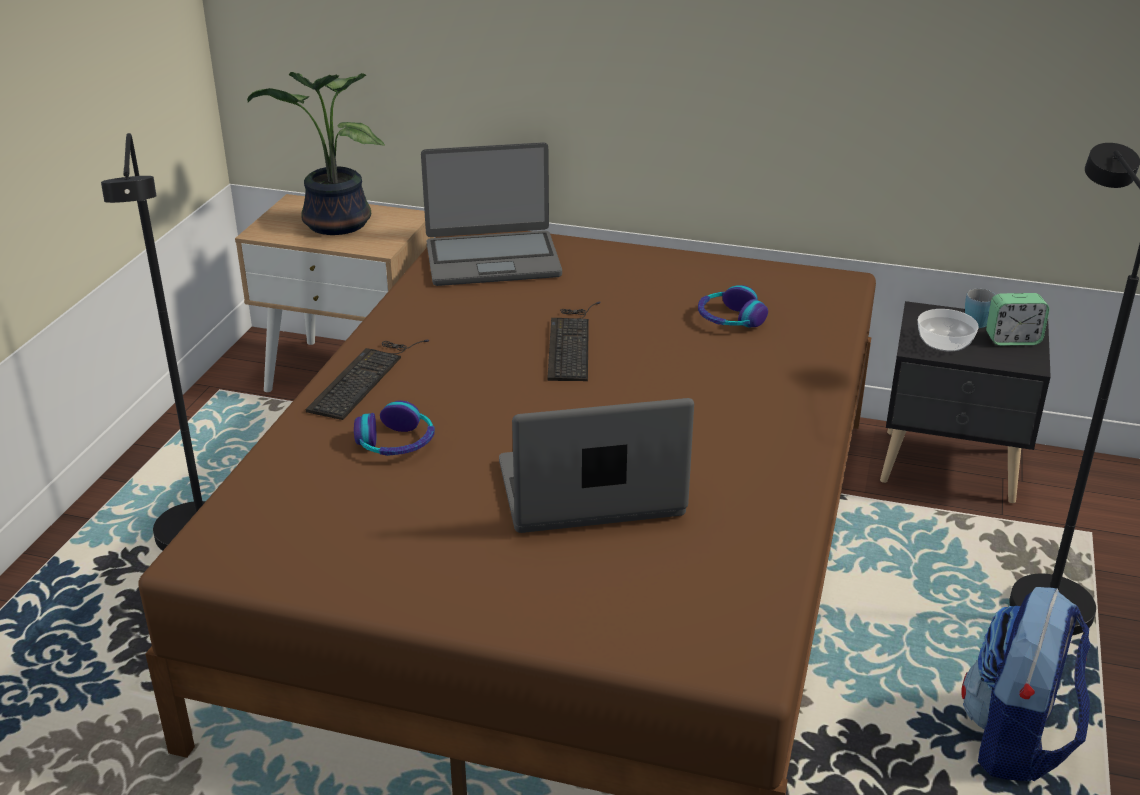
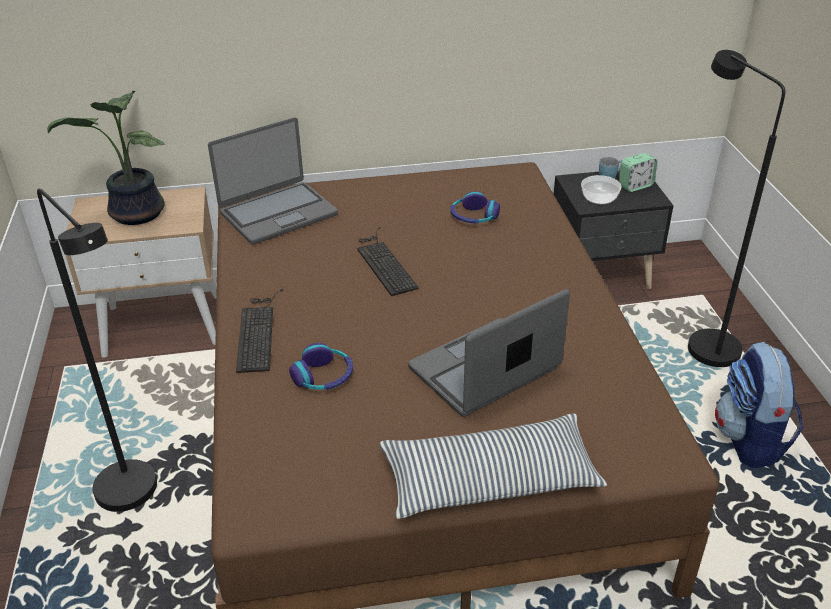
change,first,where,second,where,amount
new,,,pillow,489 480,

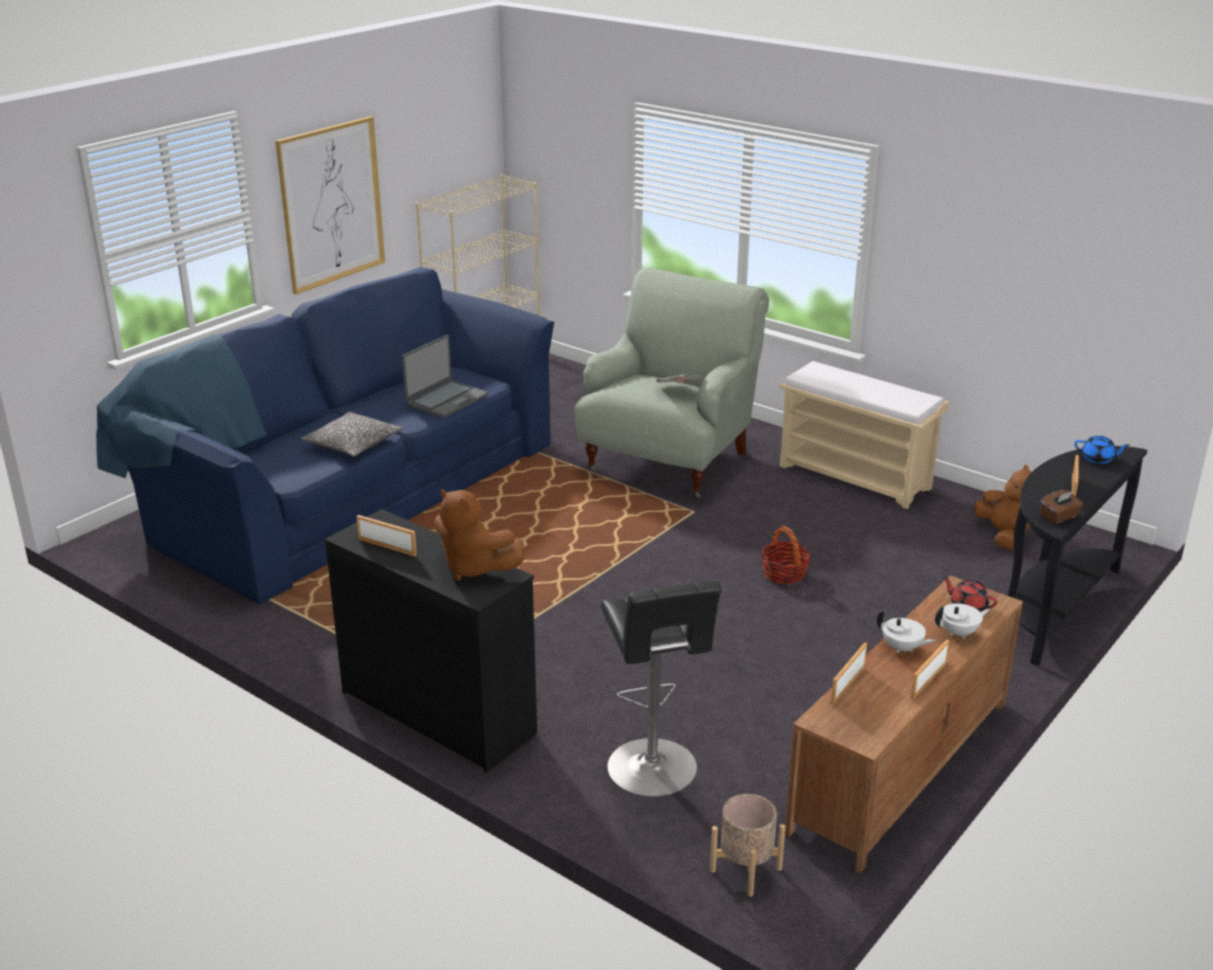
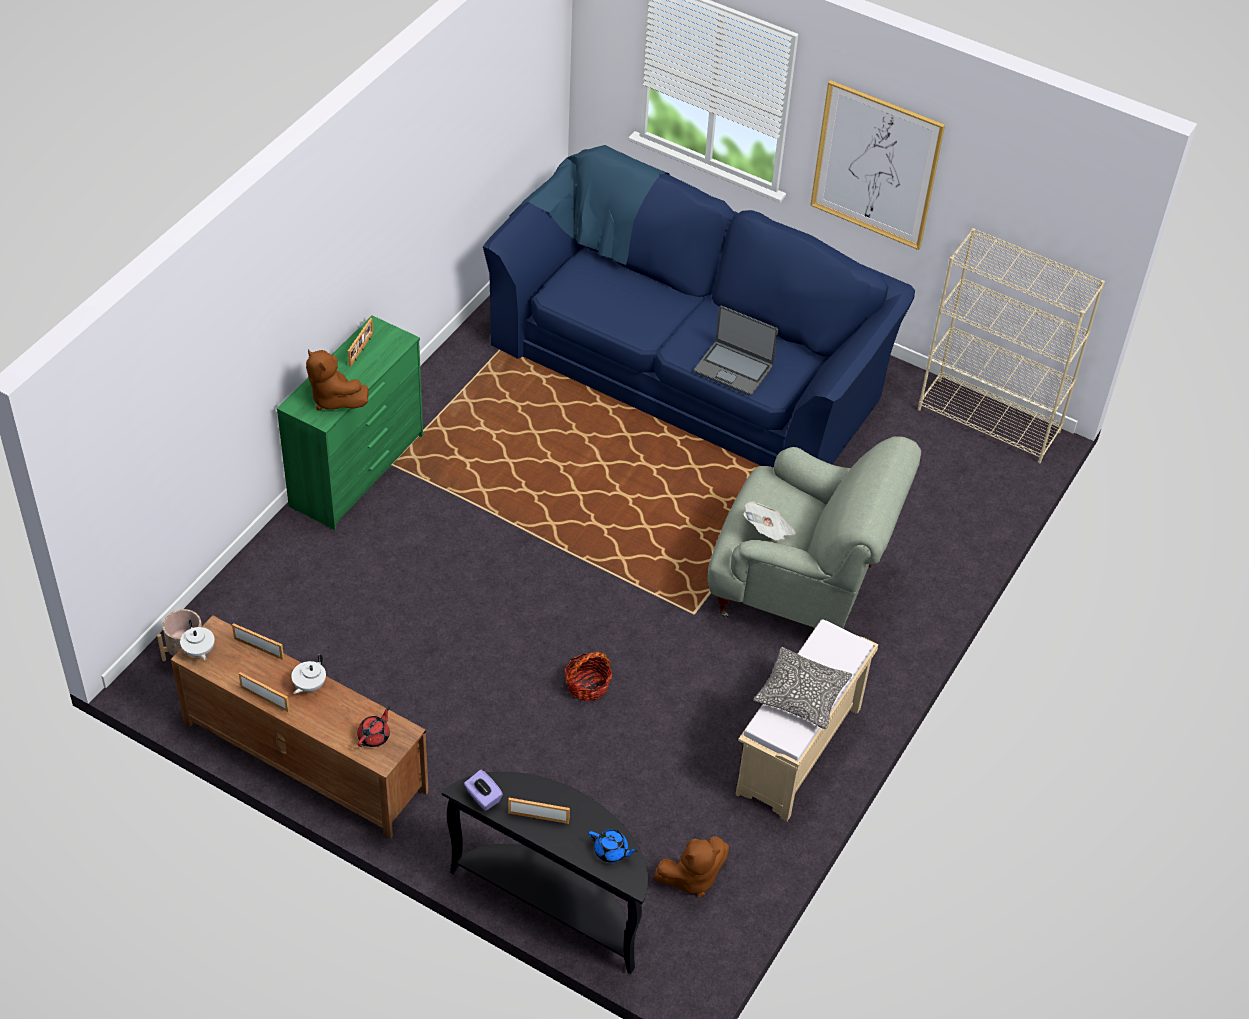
change,first,where,second,where,amount
shifted,white teapot,959 633,,199 651,
repainted,black dresser,439 713,green dresser,358 471,
rotated,brown plush toy,474 568,,333 399,75 degrees counterclockwise
repainted,brown tissue box,1059 517,purple tissue box,483 797,
rotated,blue teapot,1098 459,,611 851,75 degrees counterclockwise
shifted,pillow,353 444,,801 695,
gone,black stool,654 771,,,

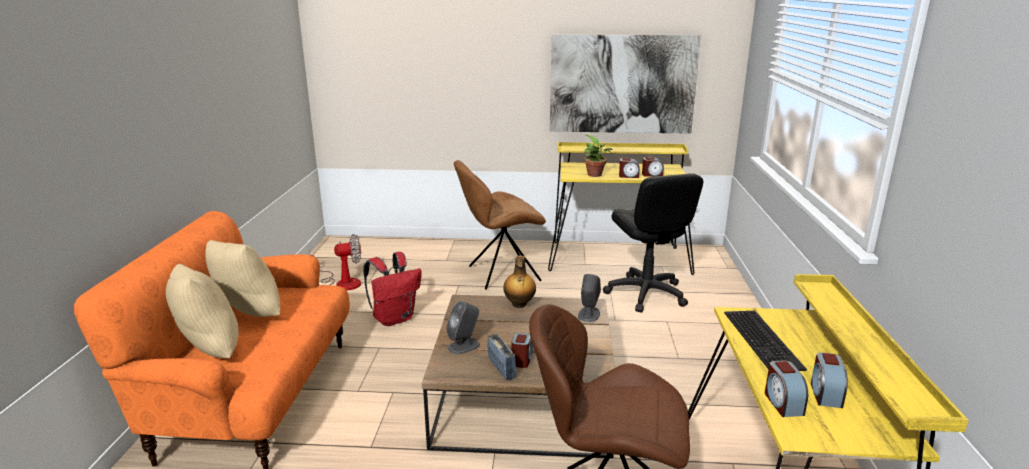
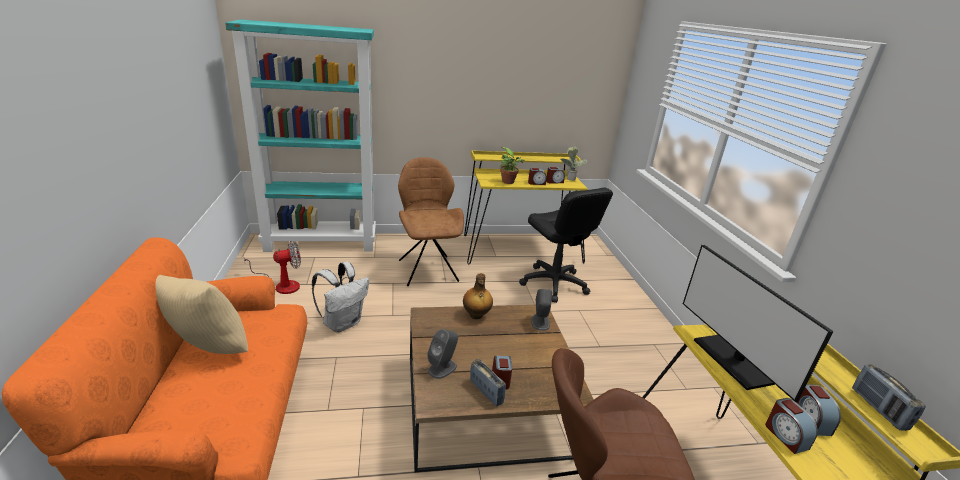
change,first,where,second,where,amount
new,,,turquoise bookcase,322 243,
repainted,red backpack,394 318,white backpack,342 323,
rotated,brown chair,501 274,,427 269,105 degrees clockwise
new,,,potted plant,570 178,
swapped,keyboard,764 340,monitor,732 361,
new,,,radio,878 409,
gone,beige pillow,208 351,,,
gone,picture,622 84,,,

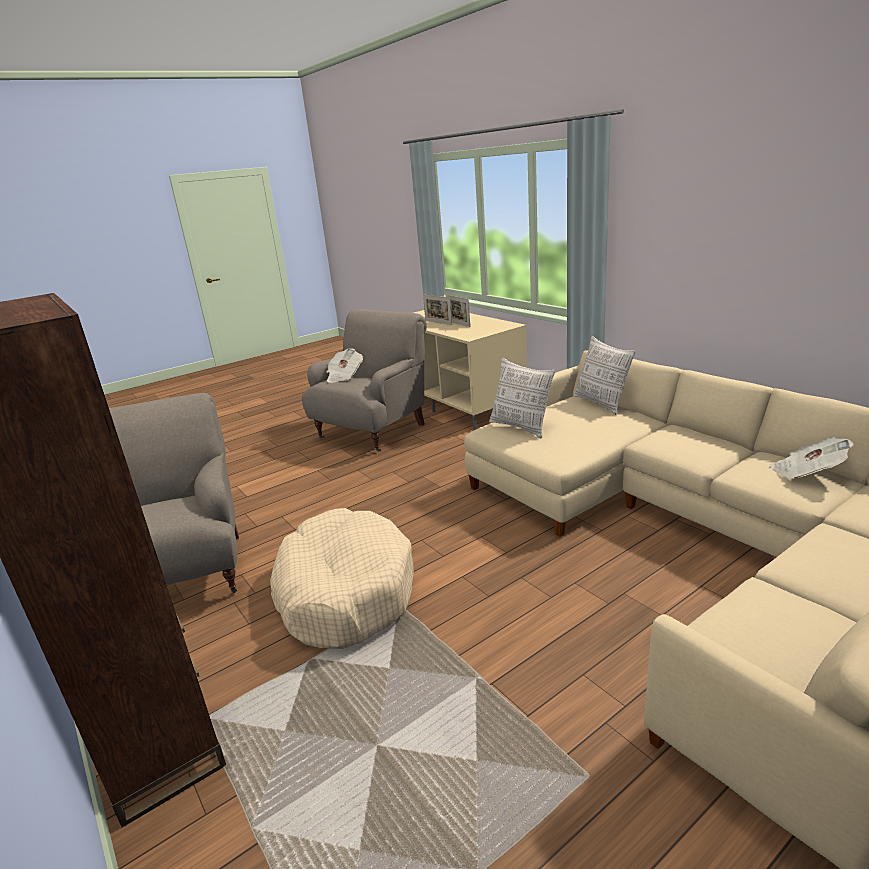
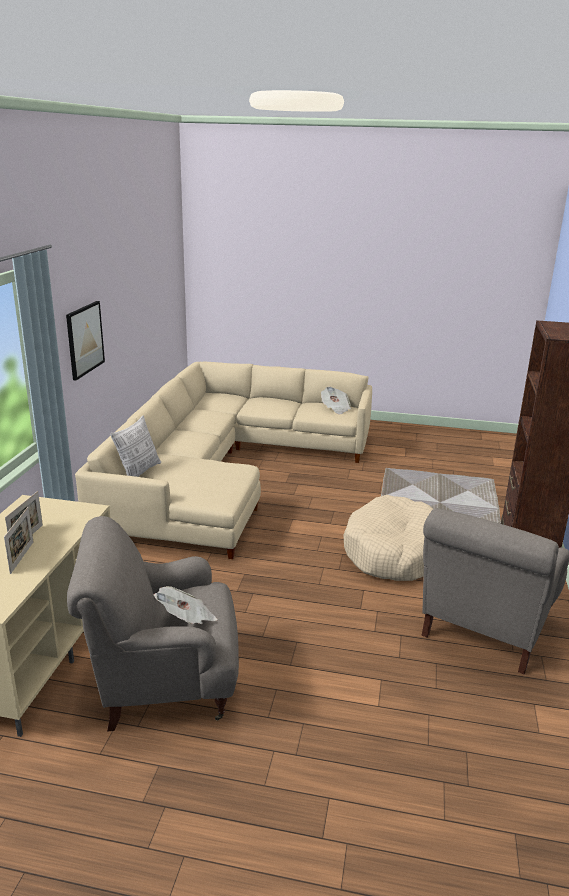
change,first,where,second,where,amount
new,,,picture,85 339,
shifted,newspaper,806 473,,335 408,
gone,pillow,521 427,,,

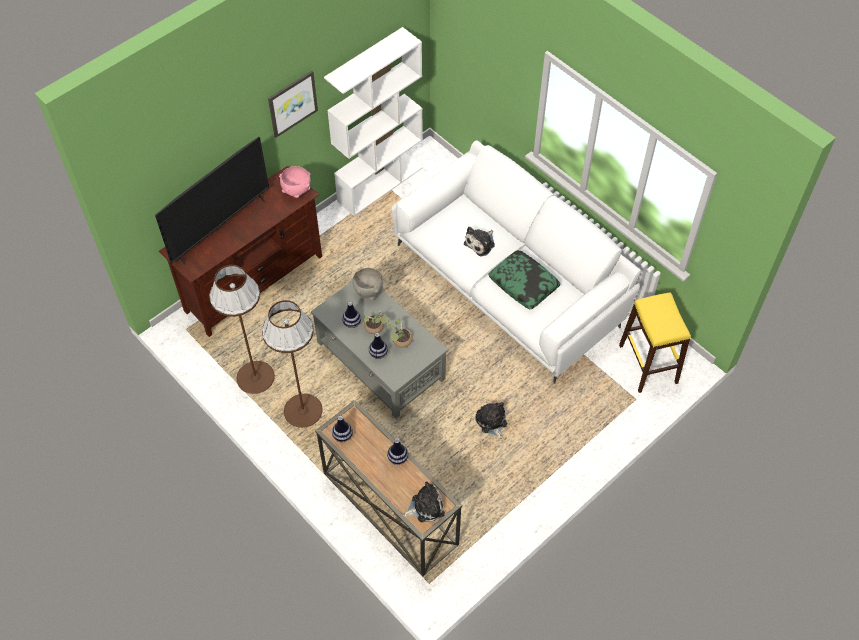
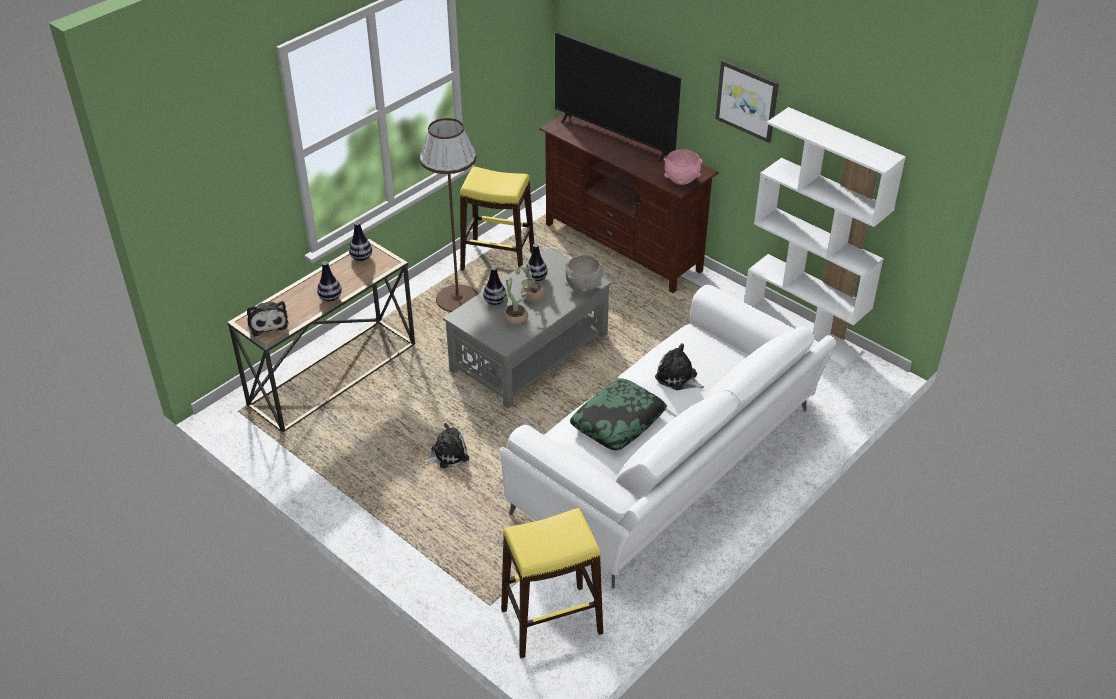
change,first,where,second,where,amount
swapped,brown floor lamp,255 377,yellow stool,498 261,

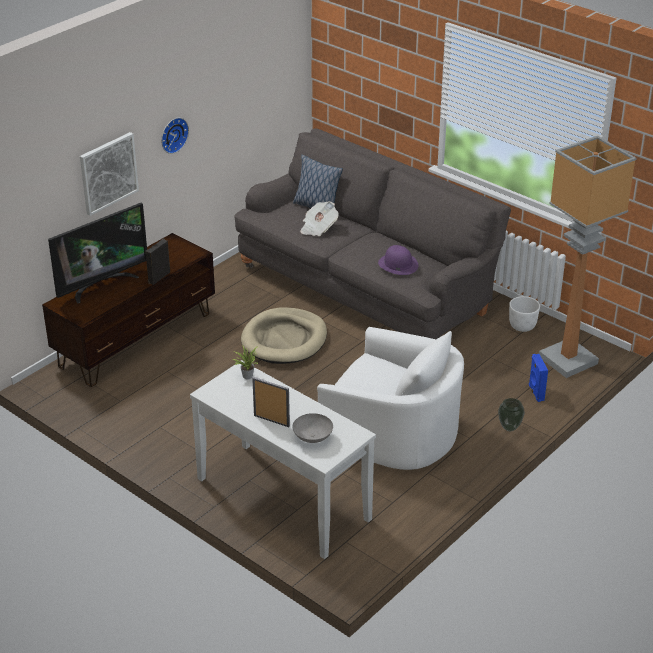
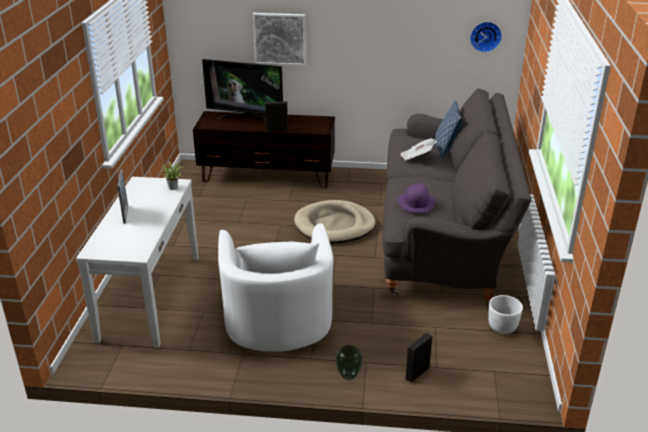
change,first,where,second,where,amount
repainted,blue speaker,535 393,black speaker,416 373,
shifted,wall clock,173 134,,485 36,
gone,grey bowl,313 438,,,
gone,floor lamp,569 360,,,

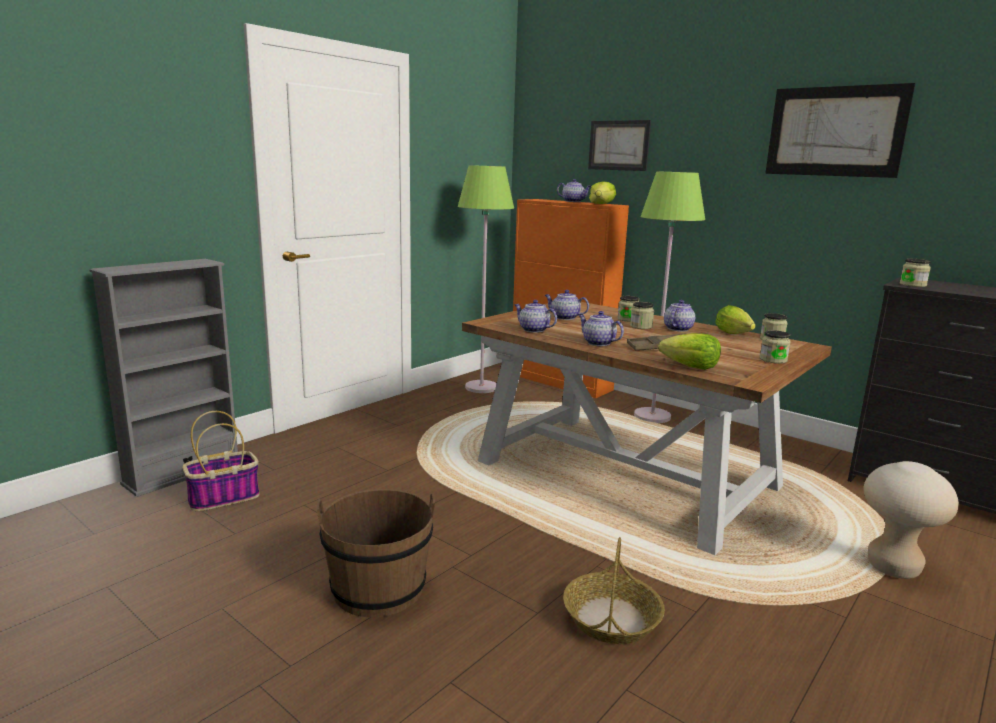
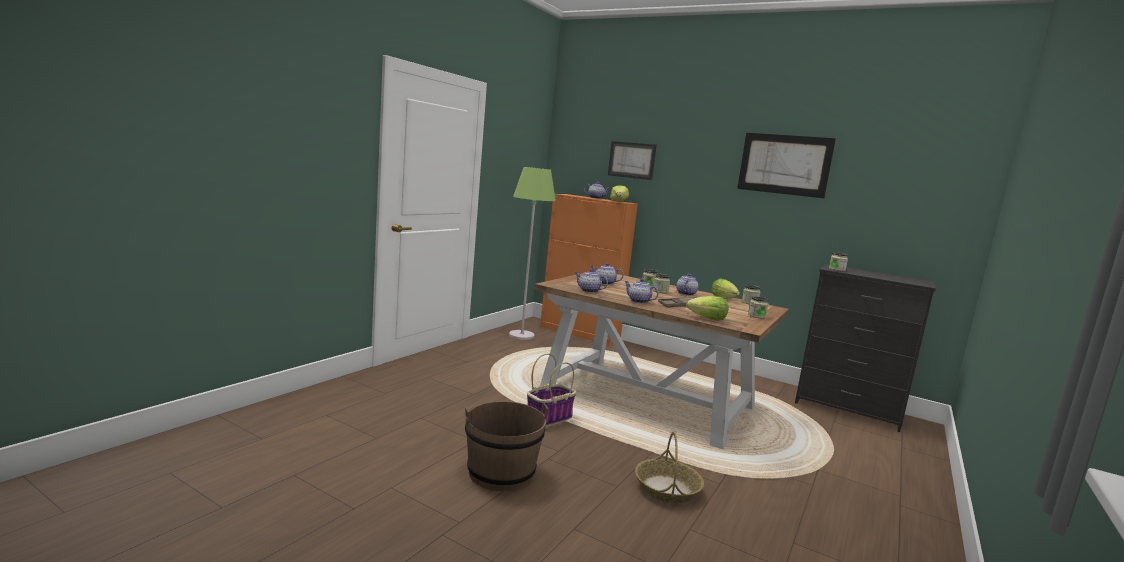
change,first,where,second,where,amount
shifted,basket,224 497,,549 418,
gone,grey bookcase,183 472,,,
gone,green floor lamp,652 416,,,
gone,beige stool,893 567,,,

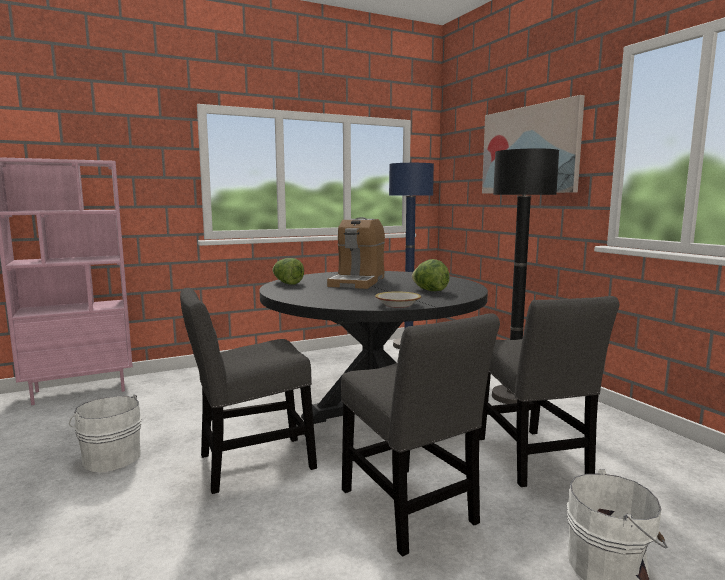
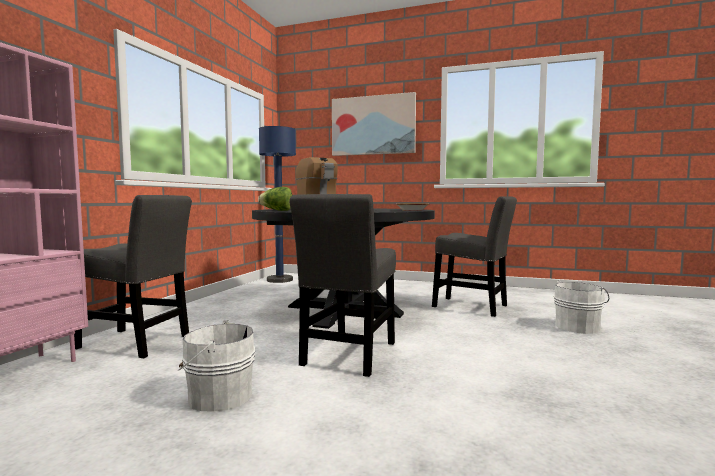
change,first,where,second,where,amount
shifted,grey chair,410 511,,137 343,
gone,lettuce,430 290,,,
gone,black floor lamp,513 397,,,

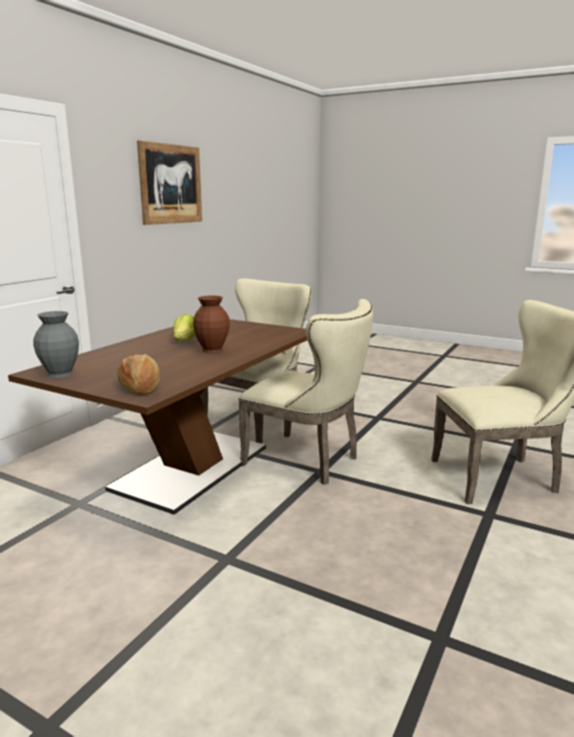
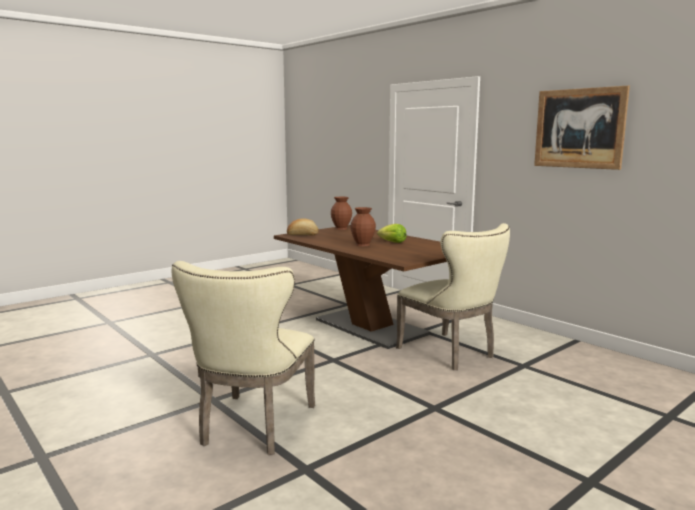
change,first,where,second,where,amount
repainted,grey vase,59 374,brown vase,341 228,
gone,beige chair,308 461,,,

